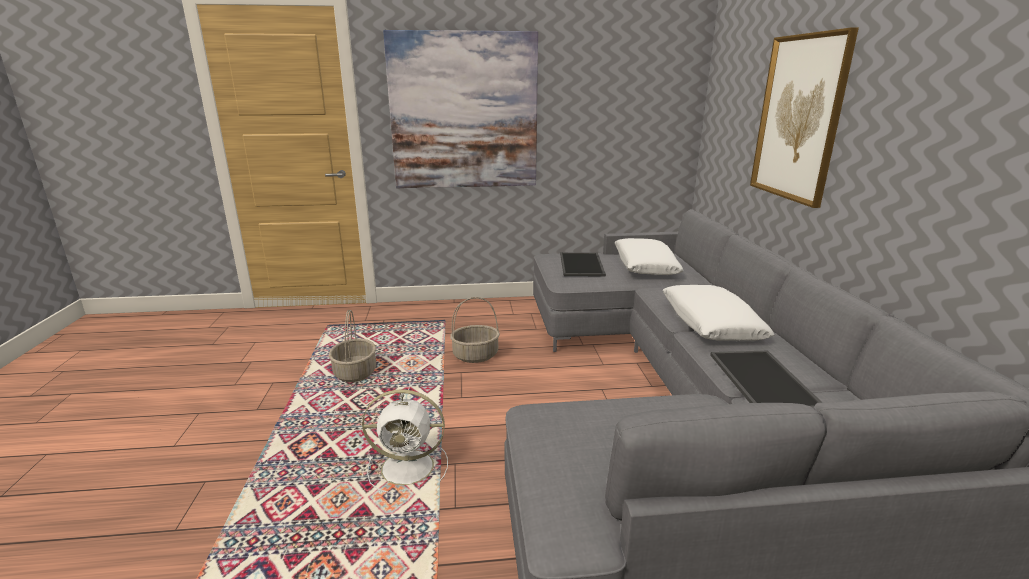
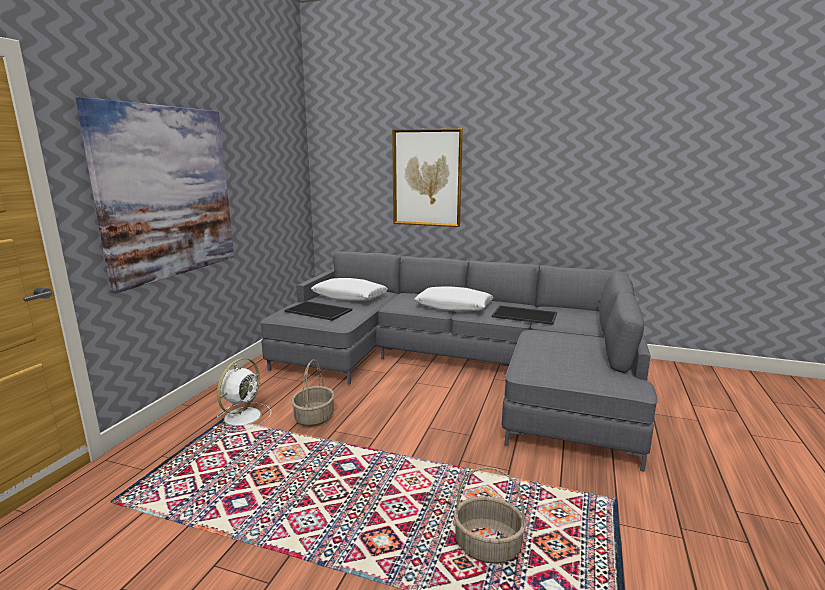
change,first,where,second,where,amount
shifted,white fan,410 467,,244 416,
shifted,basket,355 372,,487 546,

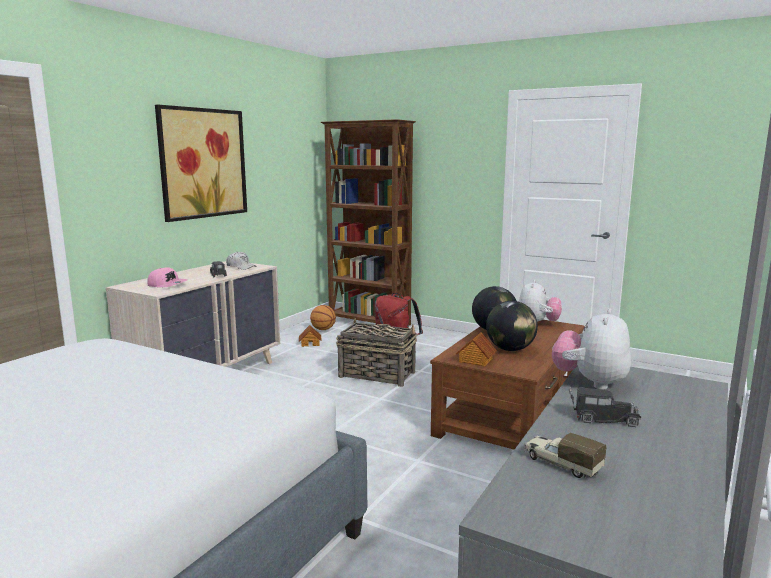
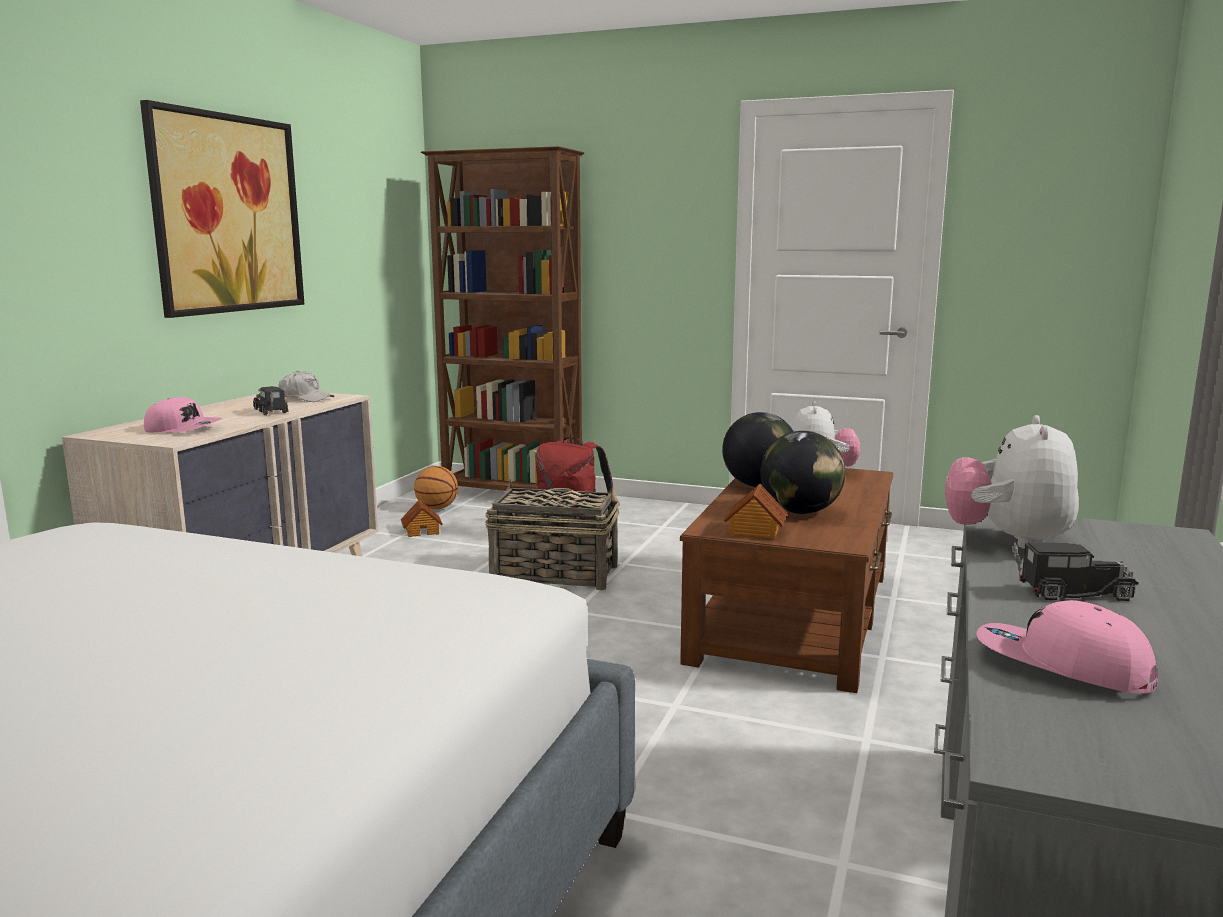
change,first,where,second,where,amount
swapped,toy truck,561 464,pink cap,1061 666,

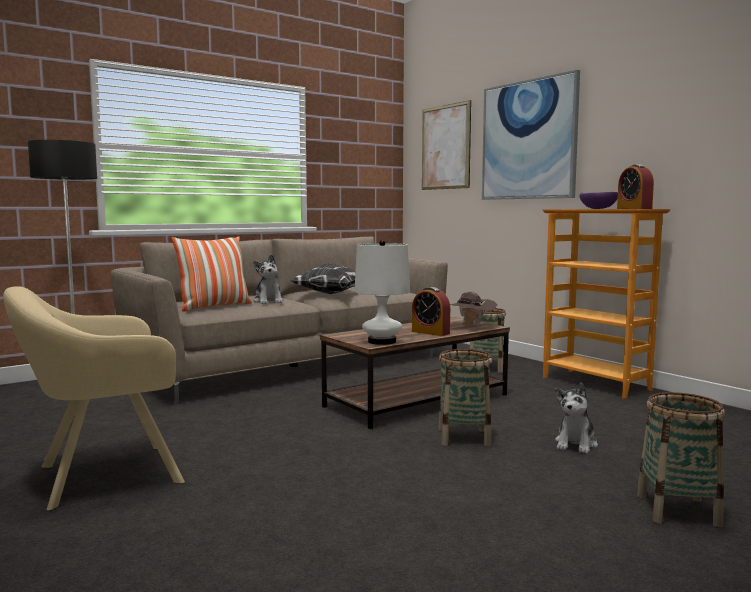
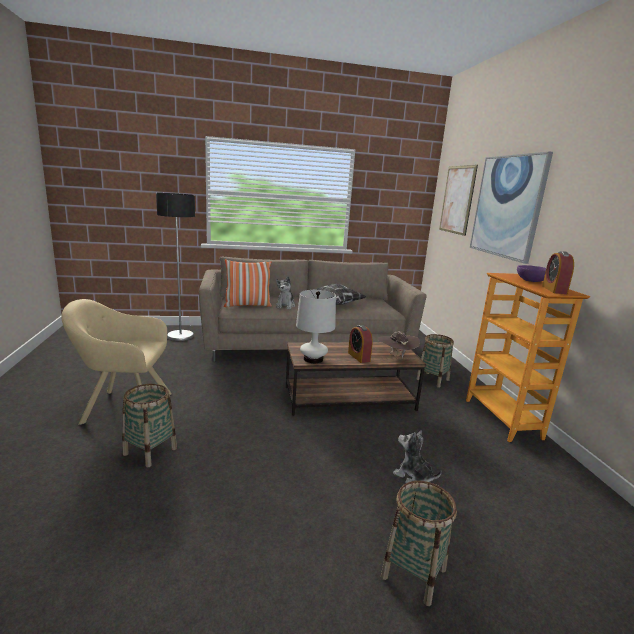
change,first,where,second,where,amount
shifted,basket,463 437,,150 451,
rotated,plush toy,576 444,,413 476,75 degrees clockwise

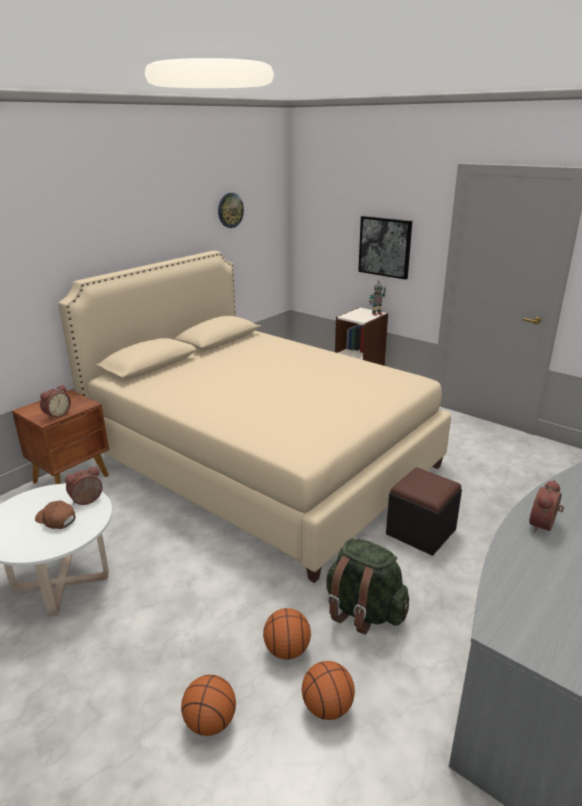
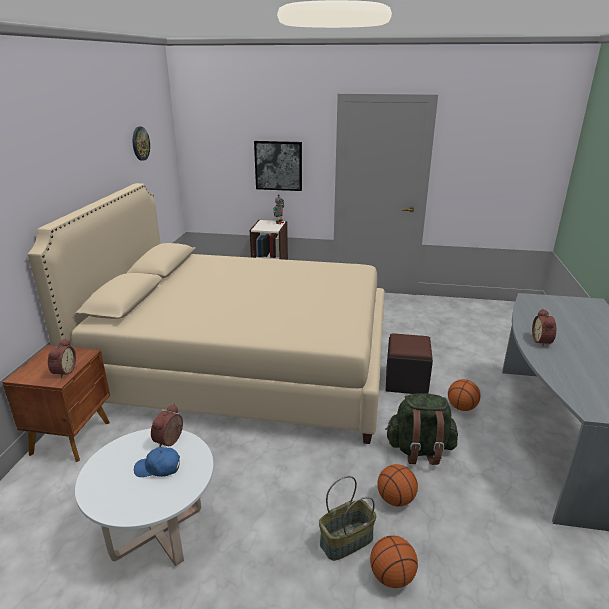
change,first,where,second,where,amount
repainted,brown cap,56 520,blue cap,158 468,
new,,,basket,346 541,
shifted,basketball,327 707,,461 407,

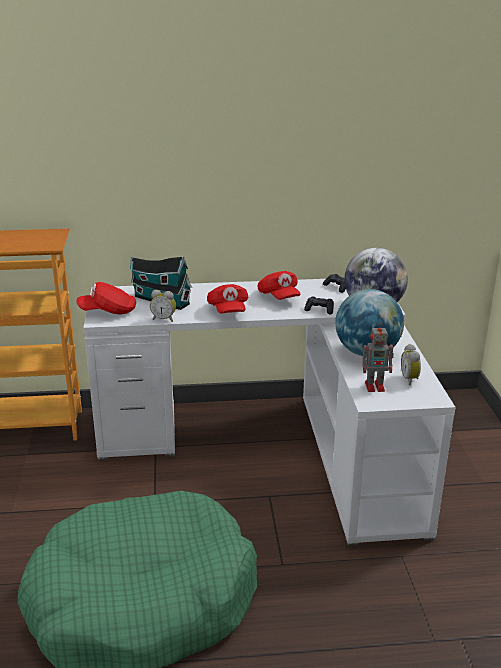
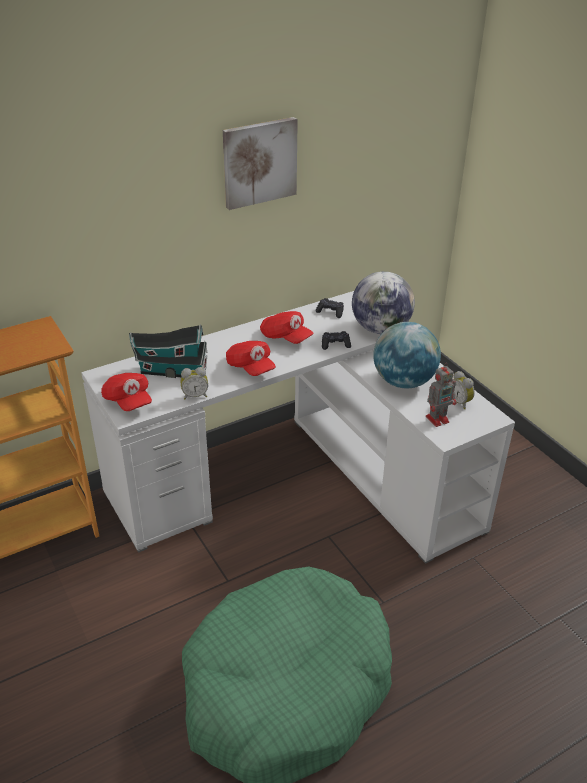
change,first,where,second,where,amount
rotated,red cap,108 311,,128 401,90 degrees counterclockwise
new,,,picture,259 162,

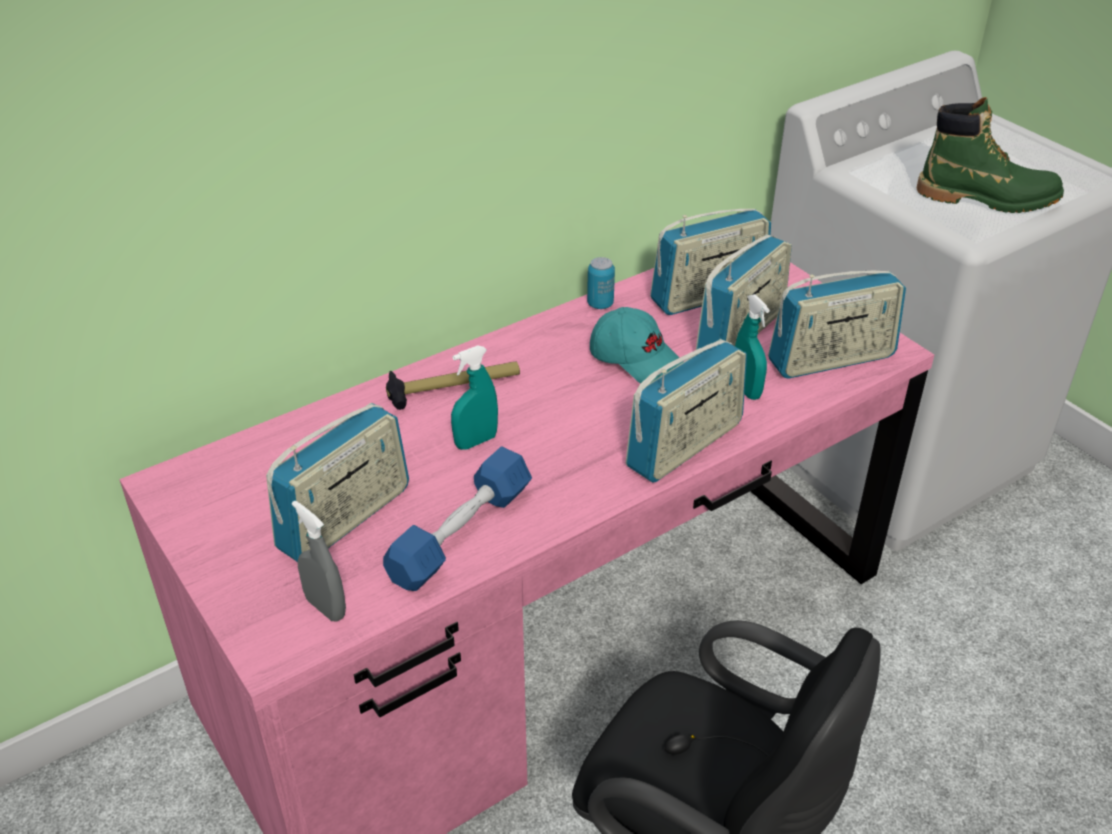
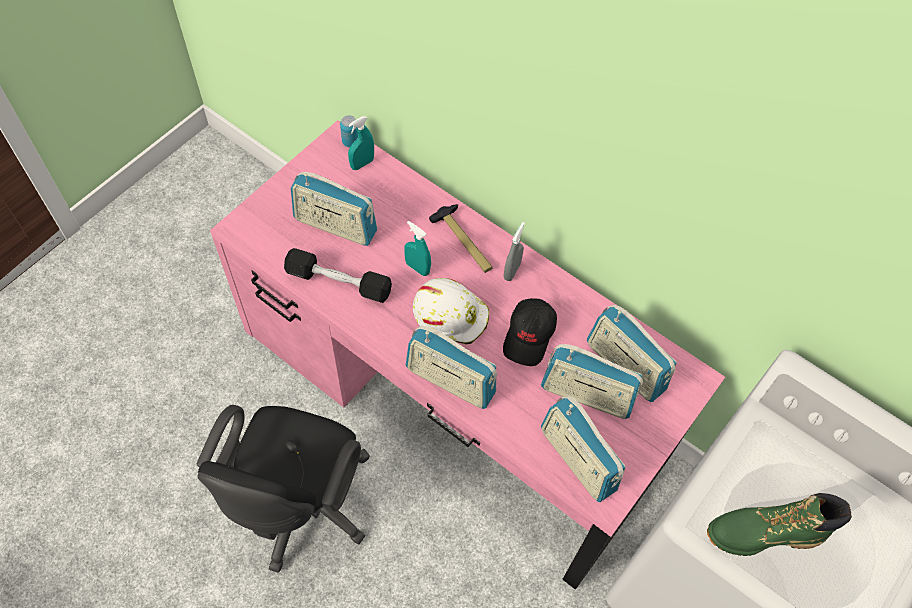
change,first,where,second,where,amount
repainted,blue dumbbell,461 533,black dumbbell,339 282,
shifted,can,600 304,,350 142,
shifted,turquoise spray bottle,746 389,,362 164,
new,,,white hard hat,450 314,
repainted,turquoise cap,637 360,black cap,529 336,
shifted,grey spray bottle,325 607,,512 271,
rotated,green boot,987 198,,764 533,90 degrees clockwise

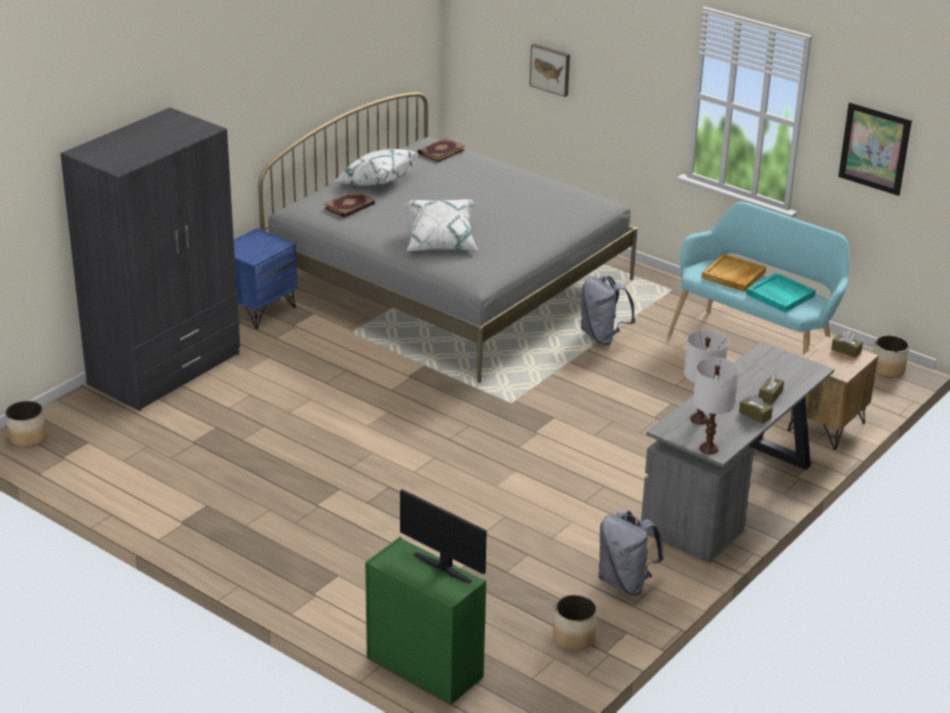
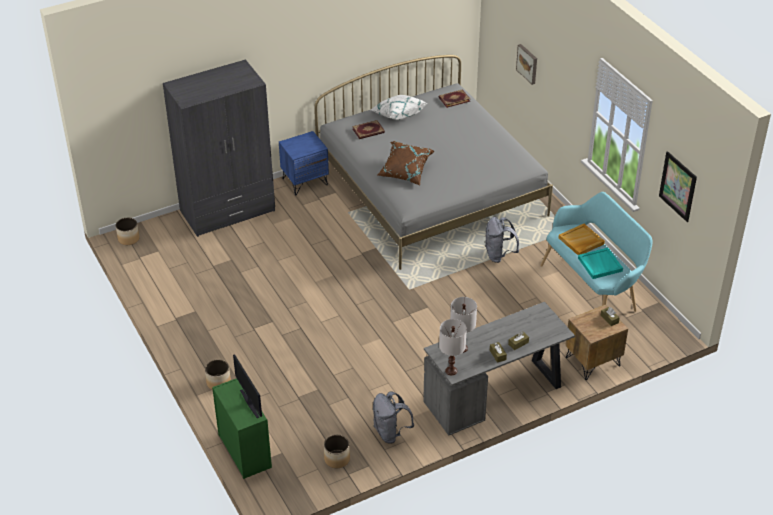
change,first,where,second,where,amount
shifted,planter,887 369,,218 383,
repainted,white pillow,441 241,brown pillow,405 171,

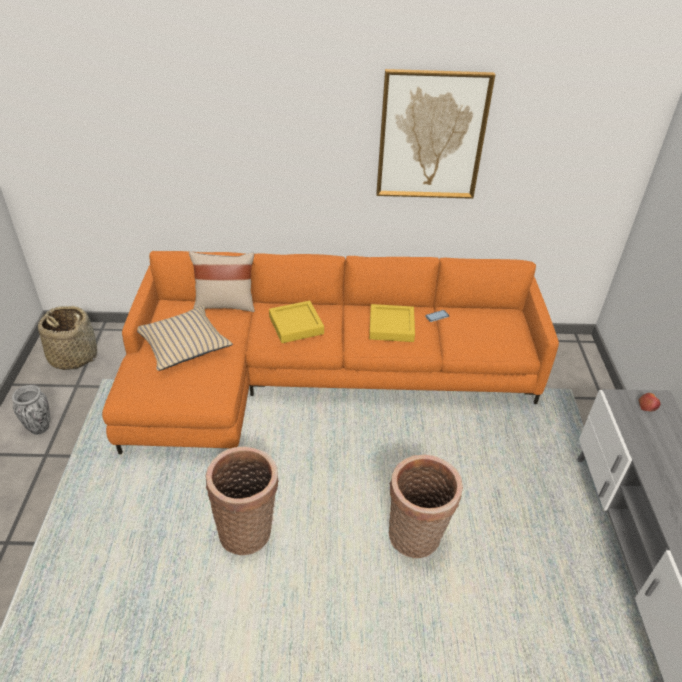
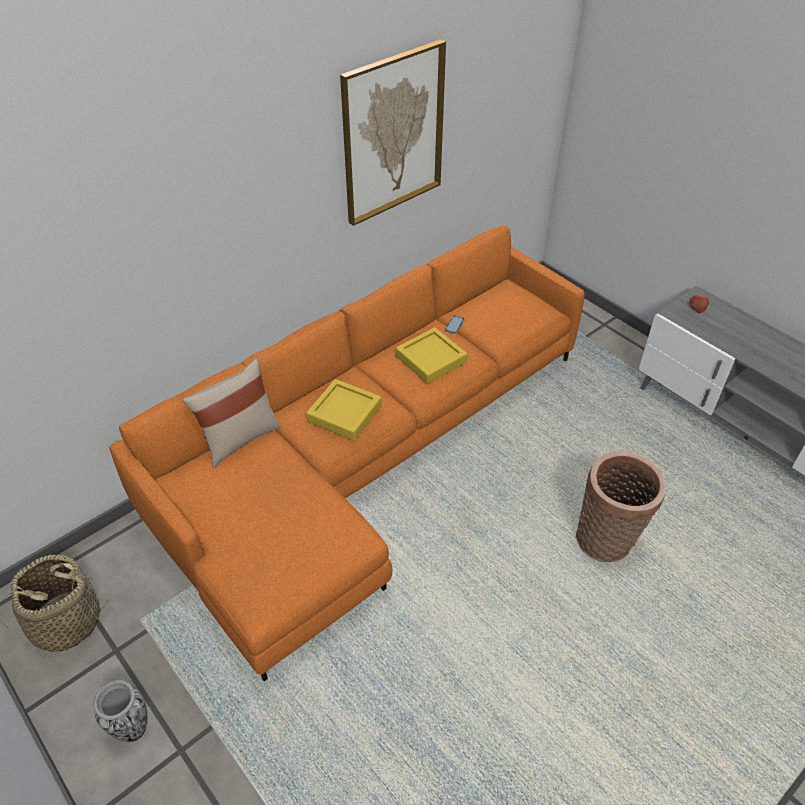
change,first,where,second,where,amount
gone,beige pillow,183 344,,,
gone,basket,248 530,,,

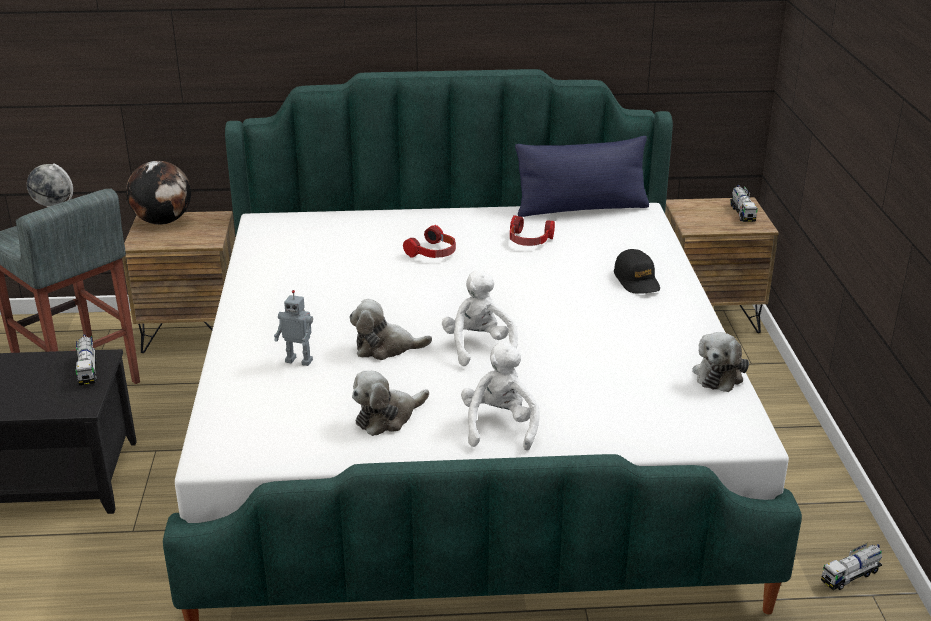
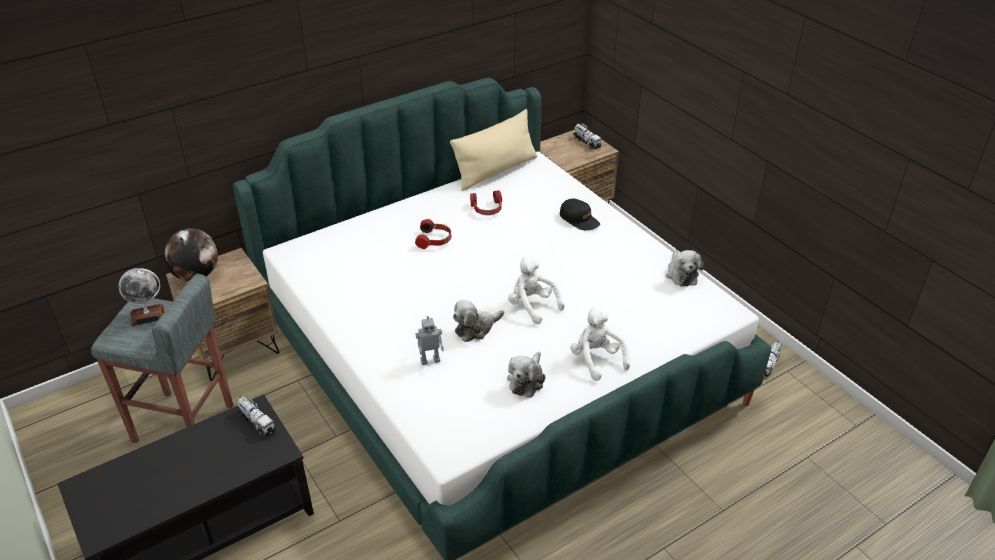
change,first,where,second,where,amount
repainted,blue pillow,581 208,beige pillow,496 171,

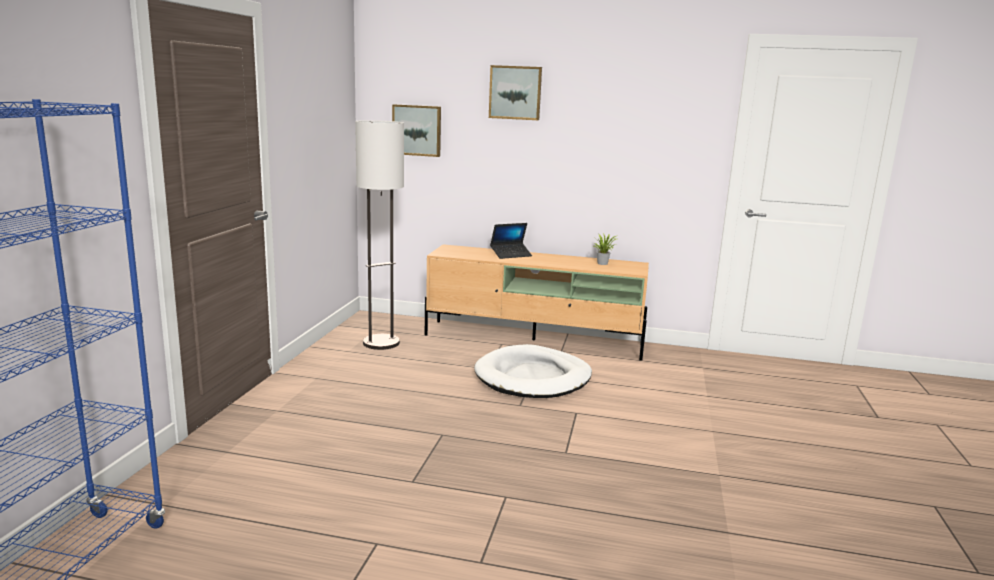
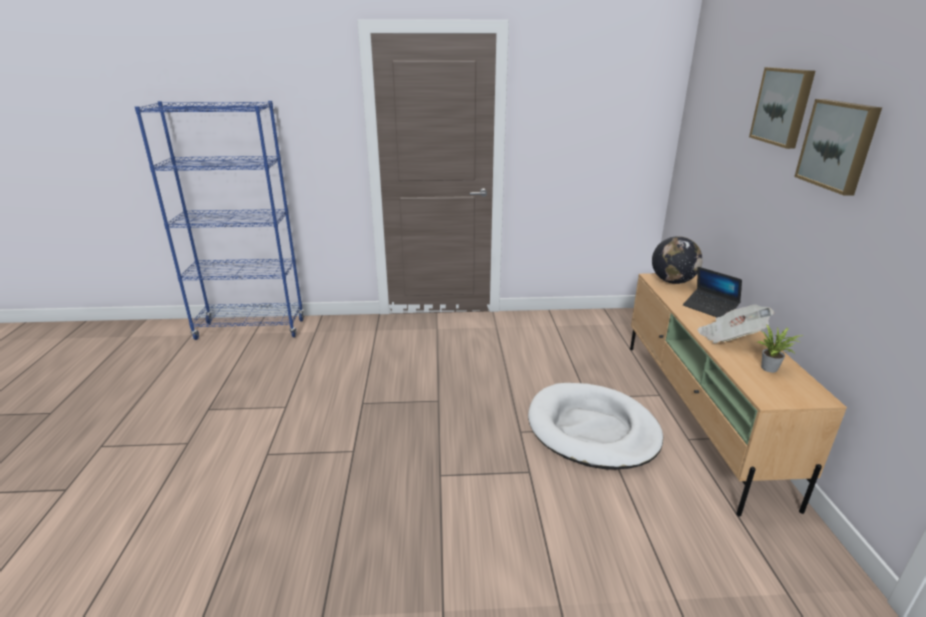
change,first,where,second,where,amount
new,,,globe,673 281,
new,,,newspaper,730 338,
shifted,picture,417 130,,838 145,
gone,floor lamp,381 343,,,

